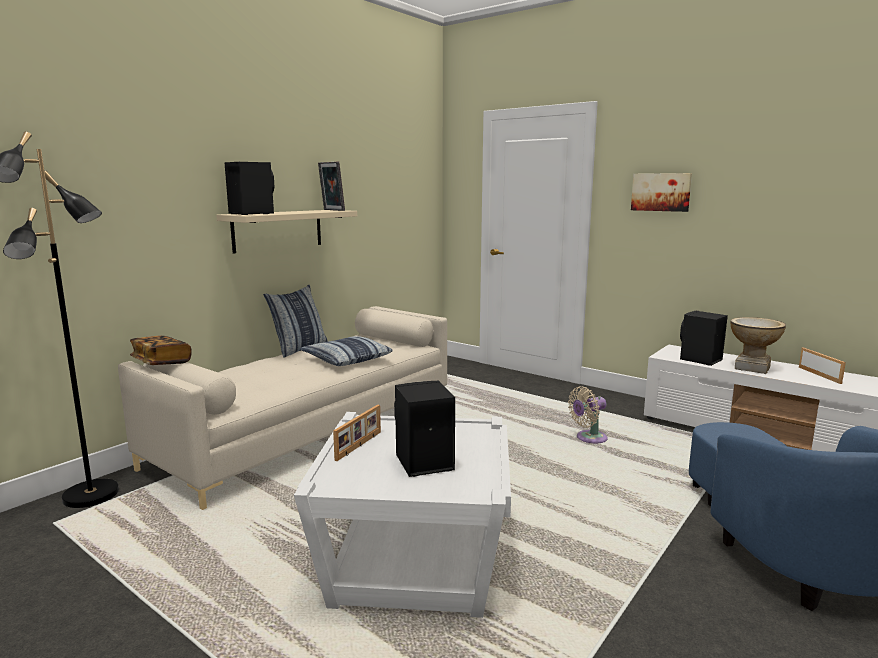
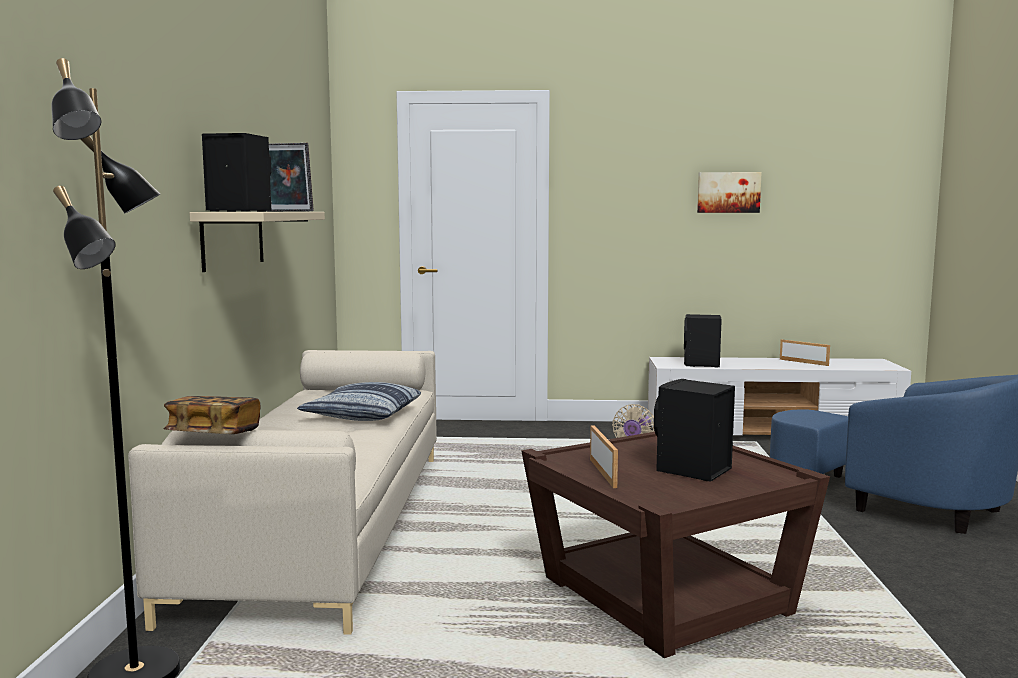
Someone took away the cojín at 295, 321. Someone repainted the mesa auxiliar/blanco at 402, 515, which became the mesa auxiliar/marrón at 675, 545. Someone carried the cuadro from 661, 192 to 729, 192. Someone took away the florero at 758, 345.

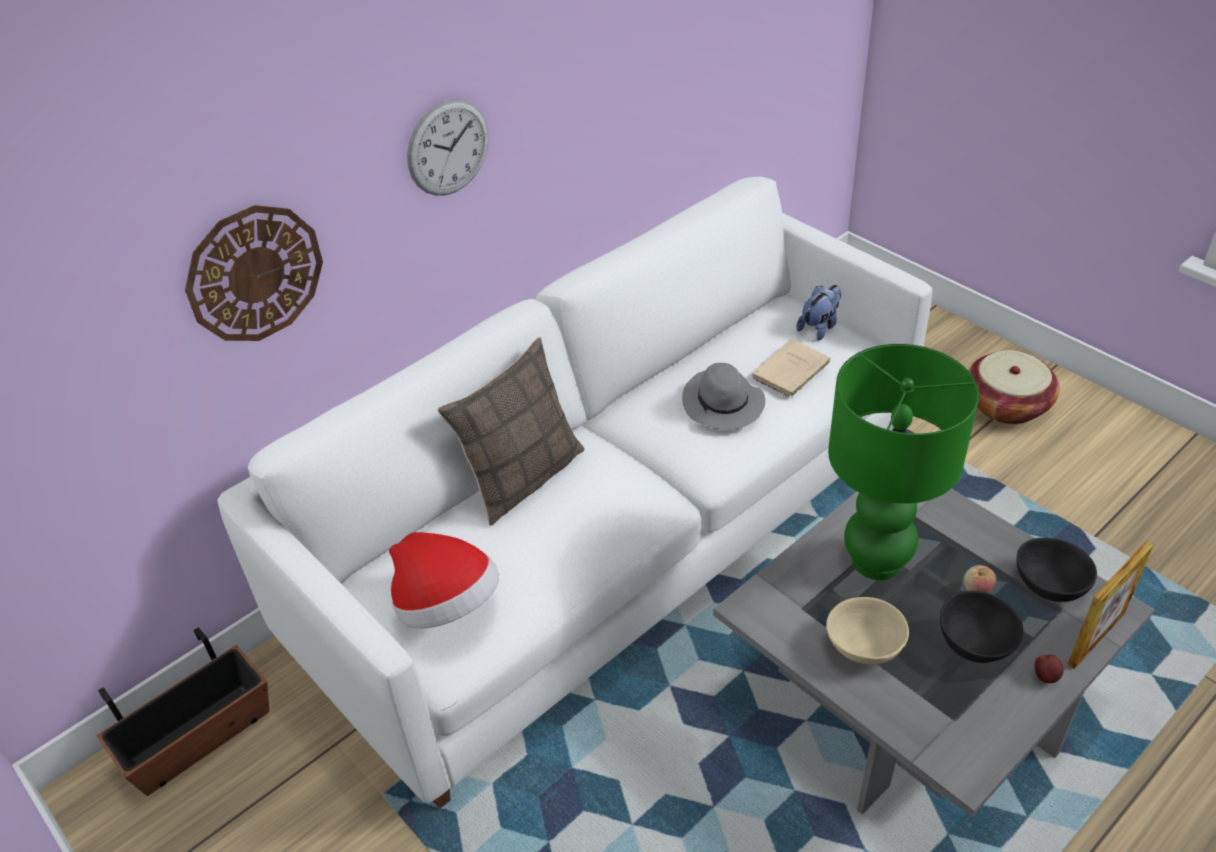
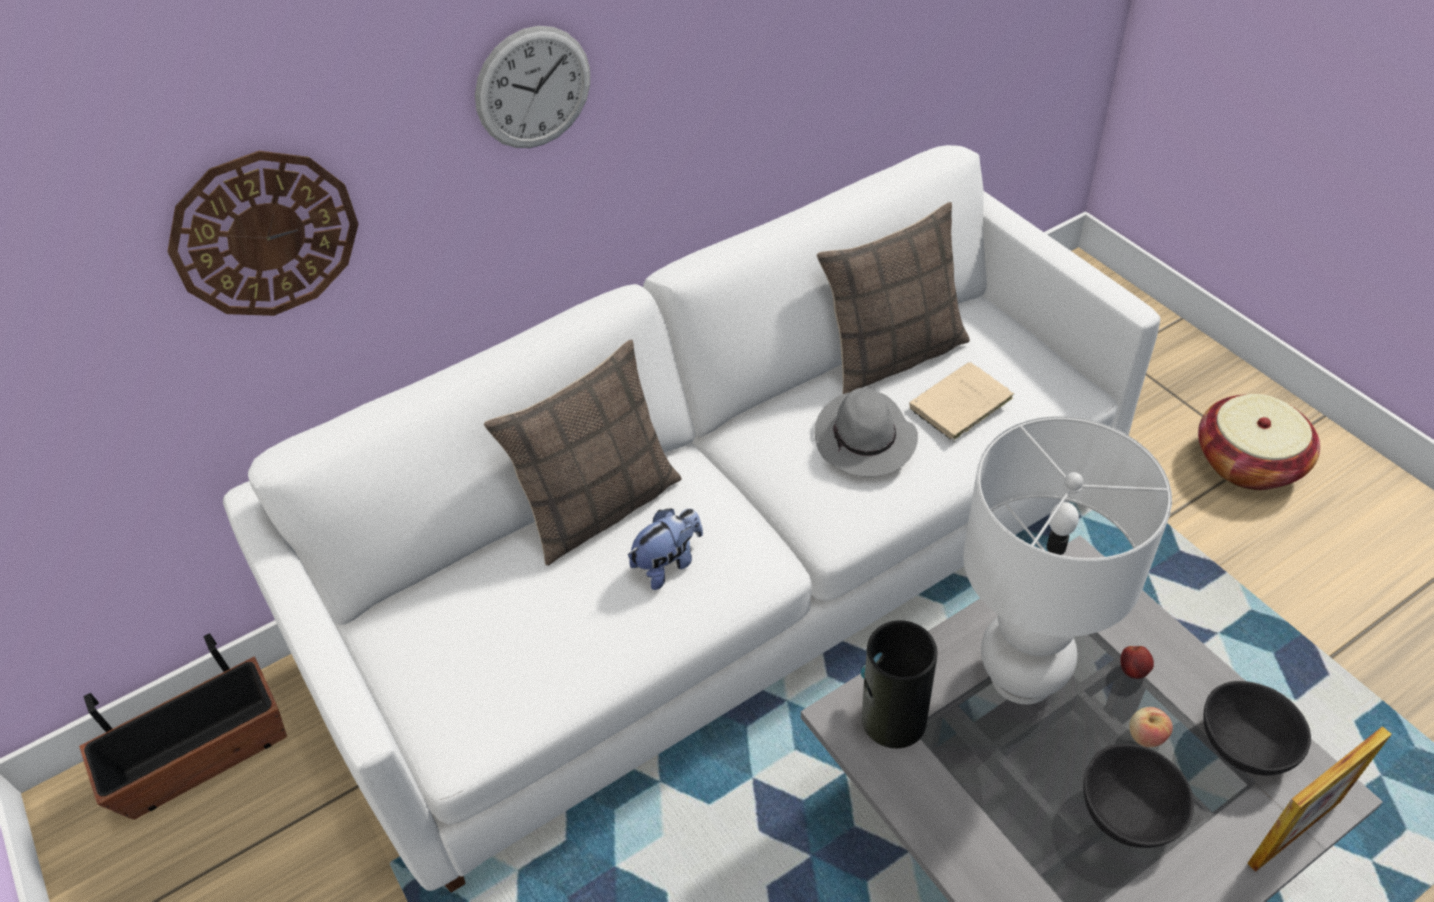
Someone took away the sombrero at 444, 580. Someone carried the peluche from 818, 313 to 665, 549. Someone took away the cuenco/beis at 867, 630. Someone repainted the lámpara de mesa/verde at 903, 462, which became the lámpara de mesa/blanco at 1067, 560. Someone carried the manzana from 1049, 669 to 1137, 662. Someone put down the cojín at 893, 298. Someone put down the florero at 899, 684.

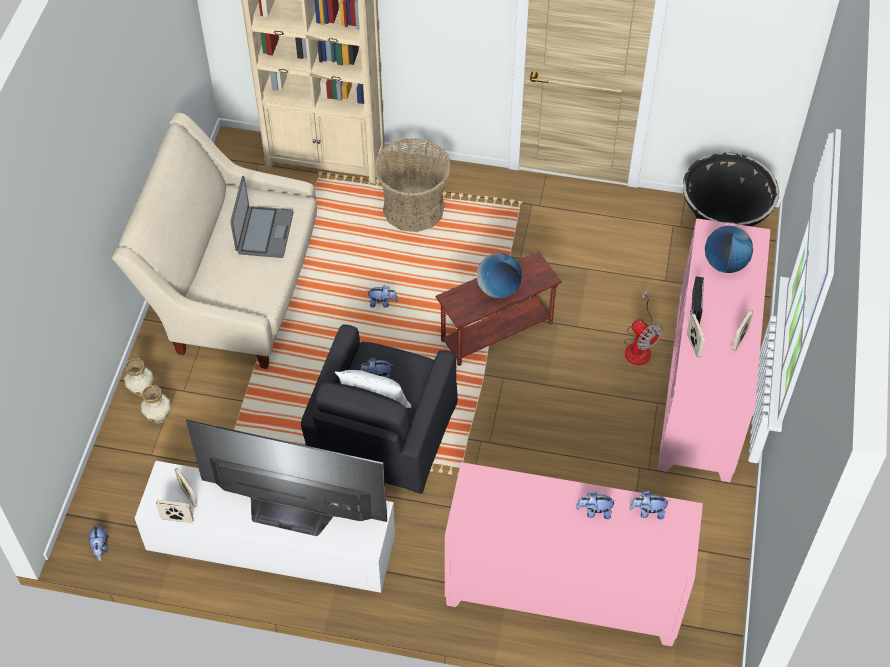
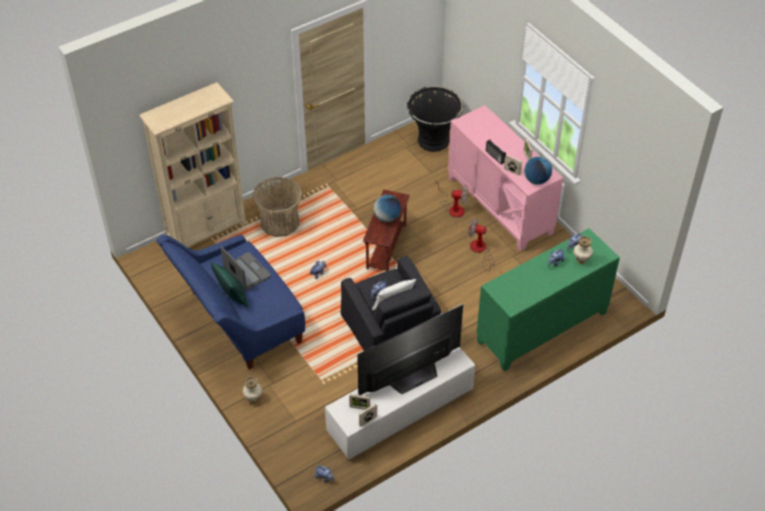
Someone repainted the sofá/beis at 214, 241, which became the sofá/azul at 230, 302. Someone carried the florero from 156, 404 to 583, 250. Someone repainted the armario/rosa at 574, 554, which became the armario/verde at 548, 299. Someone carried the globo terráqueo from 729, 249 to 538, 170. Someone put down the cojín/verde at 229, 284. Someone put down the ventilador at 481, 244.

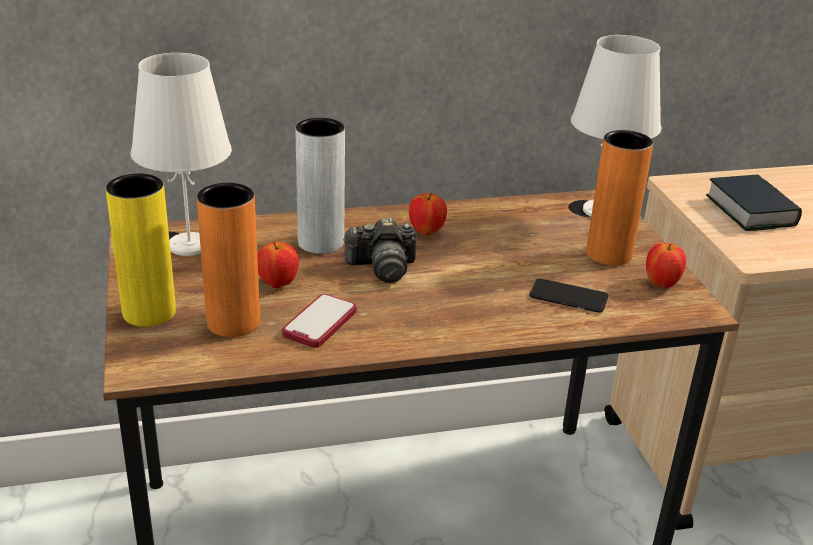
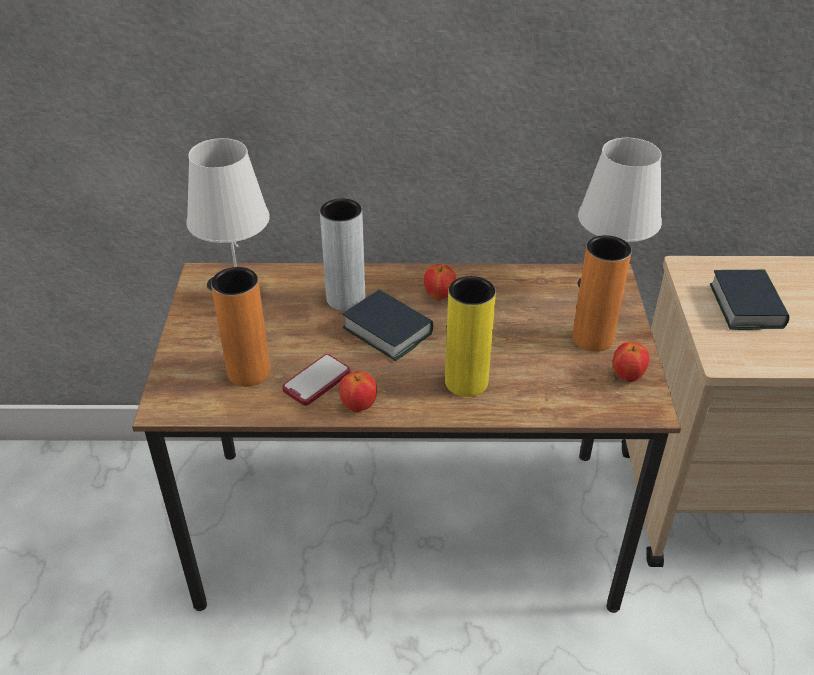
Someone carried the florero/amarillo from 141, 250 to 470, 336. Someone carried the manzana from 278, 265 to 358, 391. Someone swapped the cámara at 380, 250 for the libro at 387, 325. Someone took away the móvil at 569, 296.

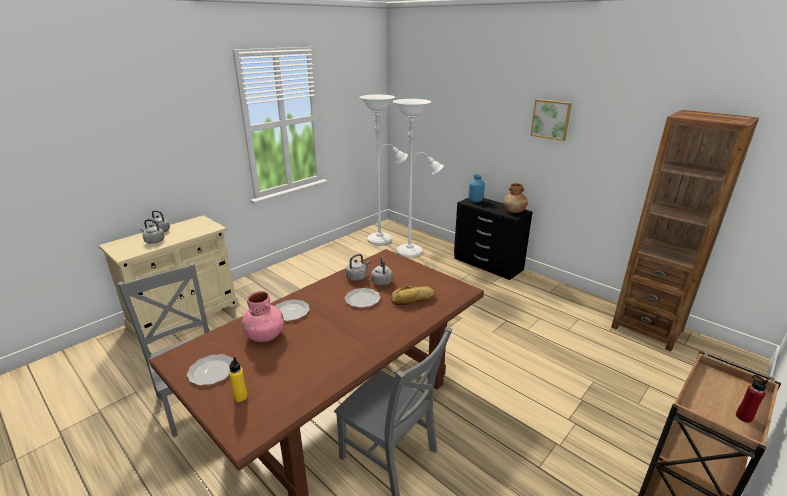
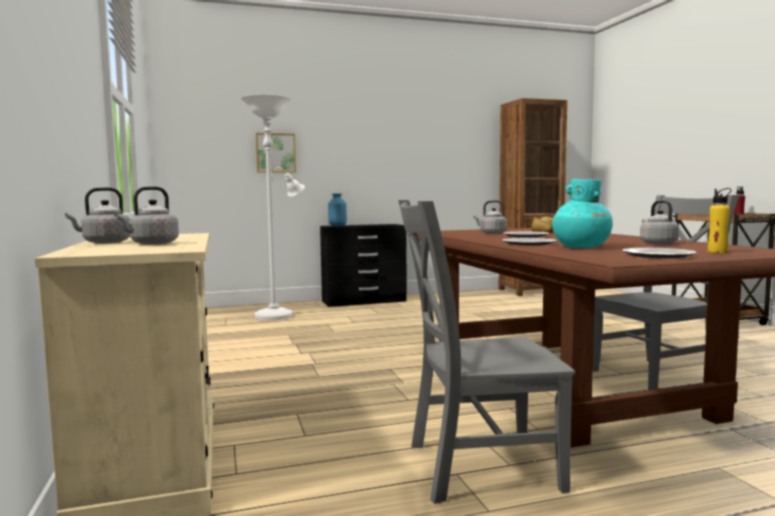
Someone repainted the florero/rosa at 263, 316, which became the florero/turquesa at 582, 213. Someone carried the hervidor/gris from 357, 267 to 659, 222. Someone took away the lámpara de pie/blanco at 383, 170. Someone took away the florero/marrón at 515, 198. Someone carried the cuadro from 551, 120 to 276, 153.

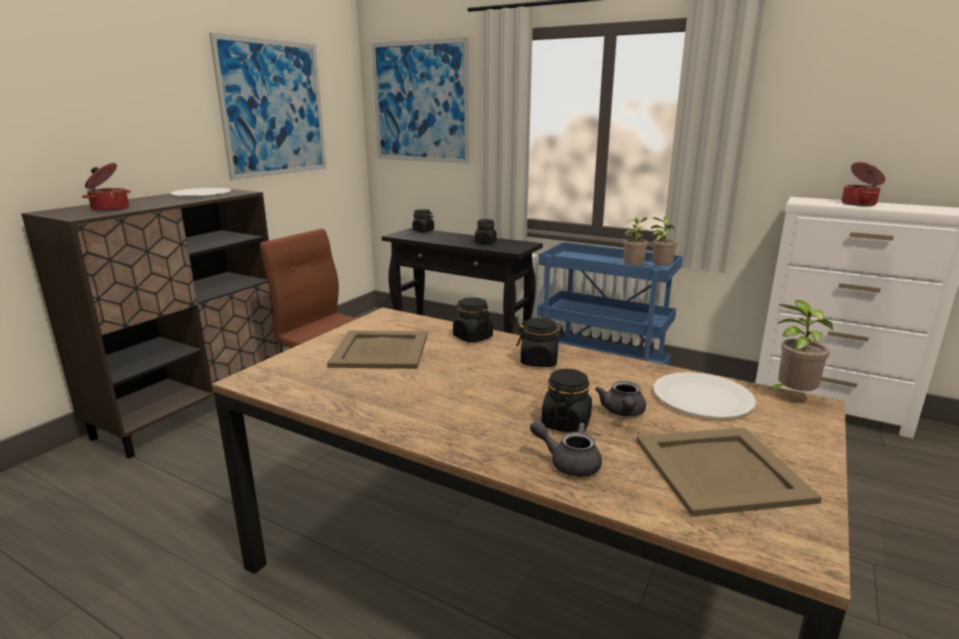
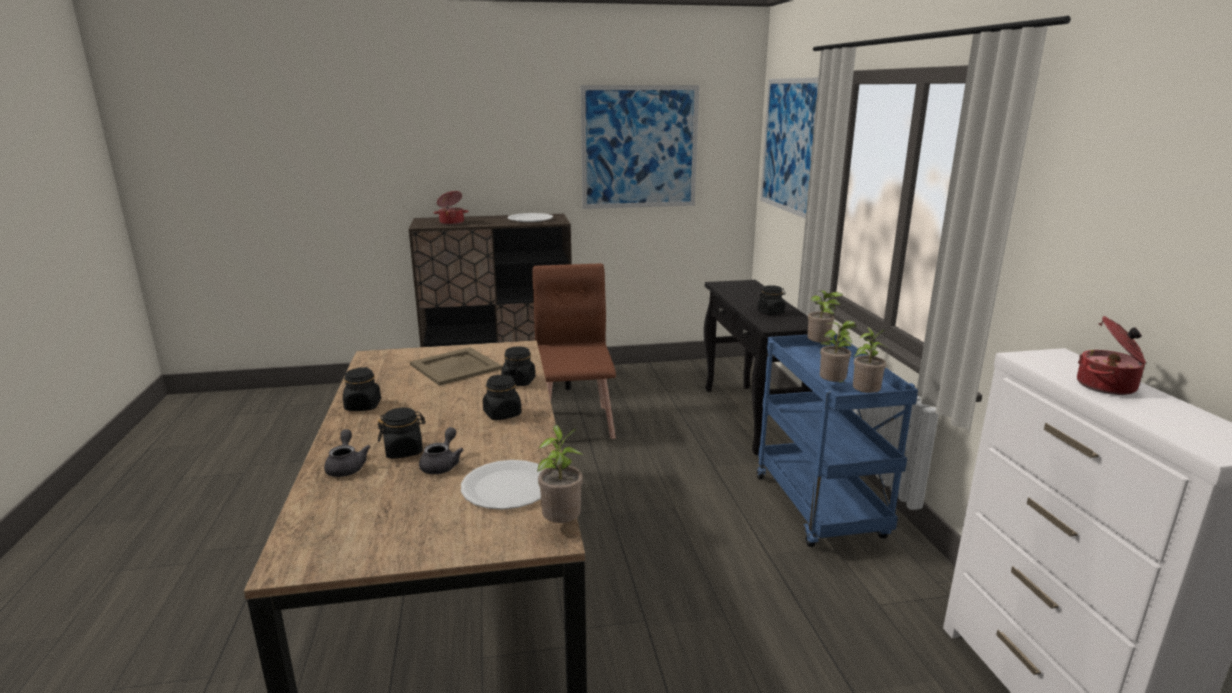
Someone carried the tarro/negro from 423, 220 to 362, 389. Someone rotated the tetera/gris at 620, 399 by 135 degrees clockwise. Someone took away the bandeja/beis at 729, 472. Someone put down the planta en maceta at 825, 318.

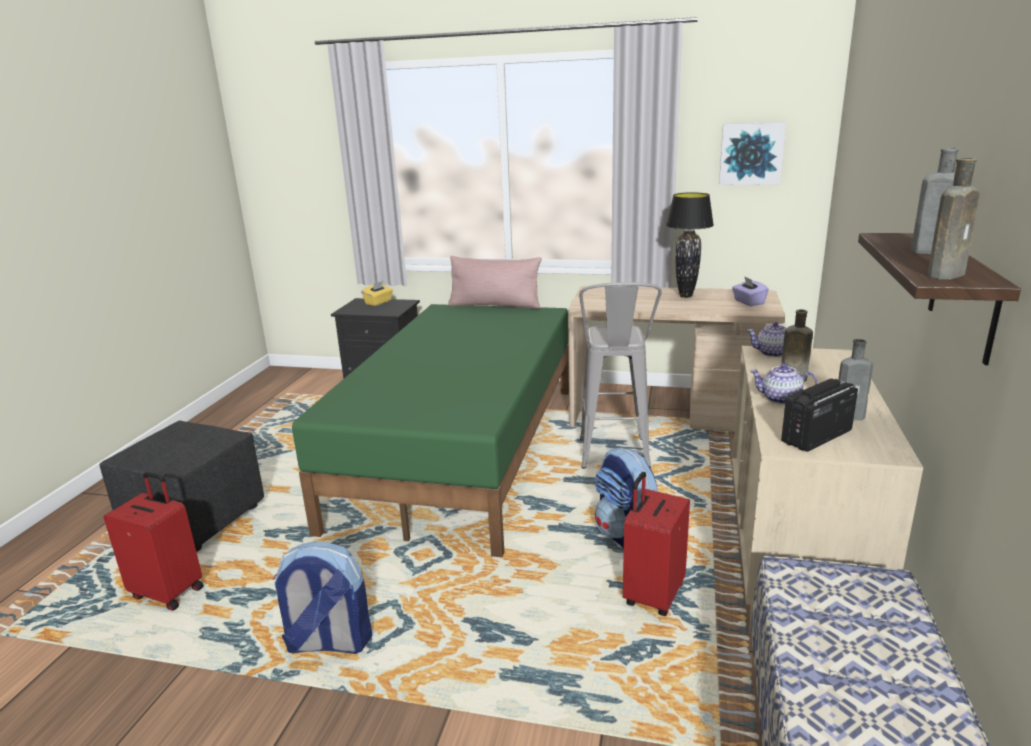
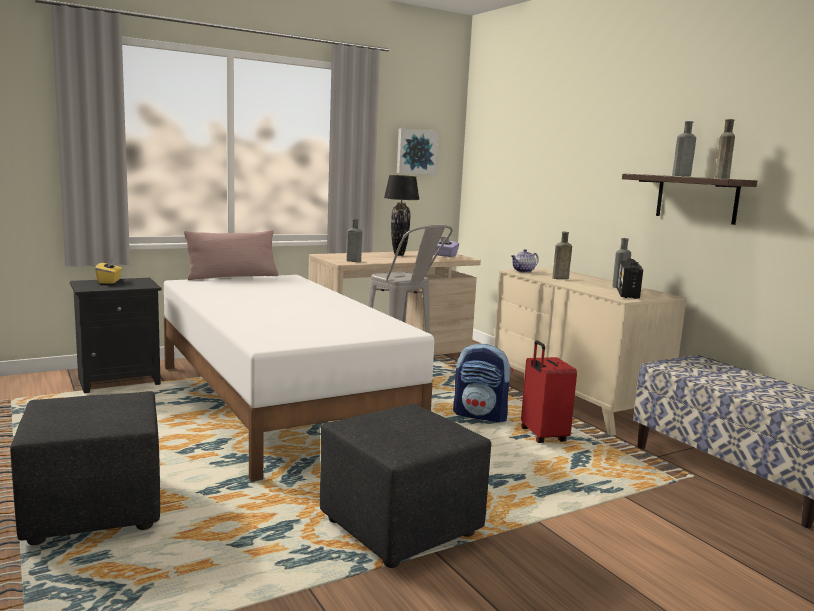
Someone took away the maleta/rojo at 154, 541. Someone swapped the mochila at 322, 597 for the puf/negro at 405, 485. Someone repainted the cama/verde at 430, 430, which became the cama/blanco at 299, 378. Someone took away the tetera at 784, 383. Someone put down the botella/gris at 354, 240.

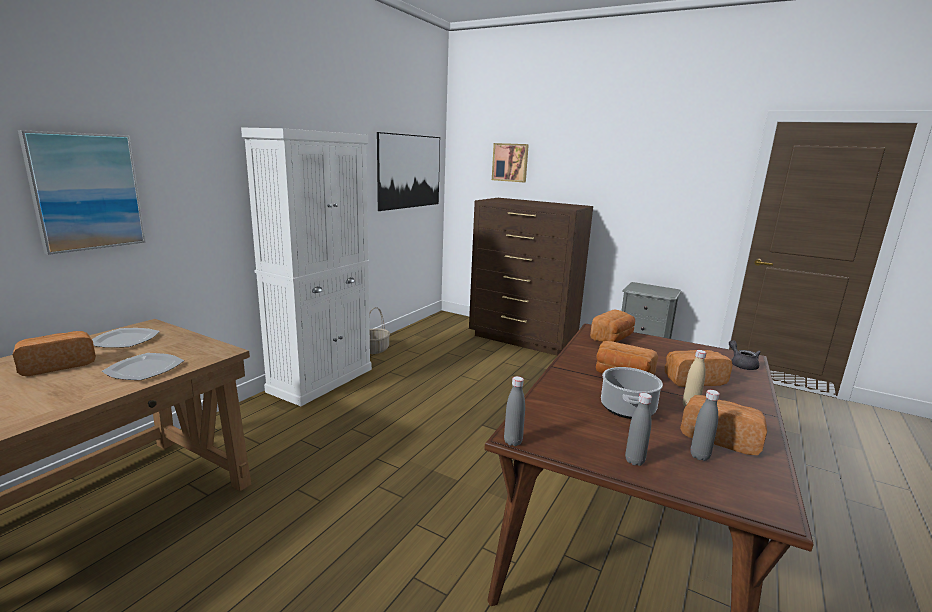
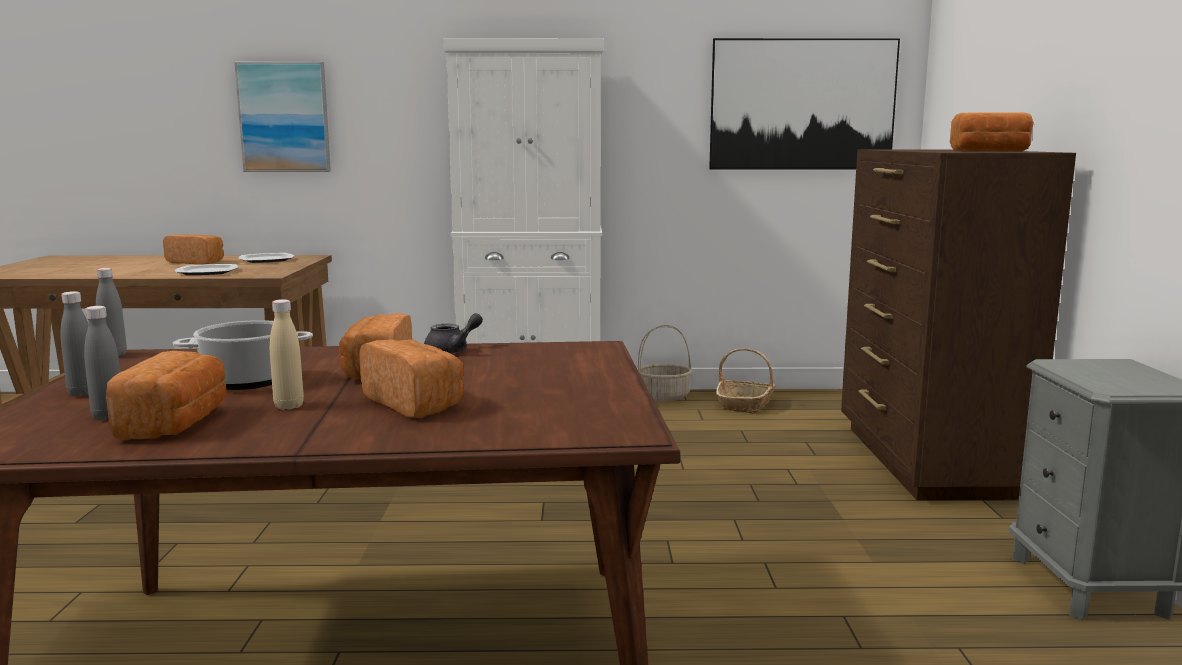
Someone took away the cuadro at 510, 162. Someone carried the pan from 612, 325 to 992, 132. Someone carried the tetera/gris from 745, 355 to 453, 333. Someone put down the cesta at 746, 381.

